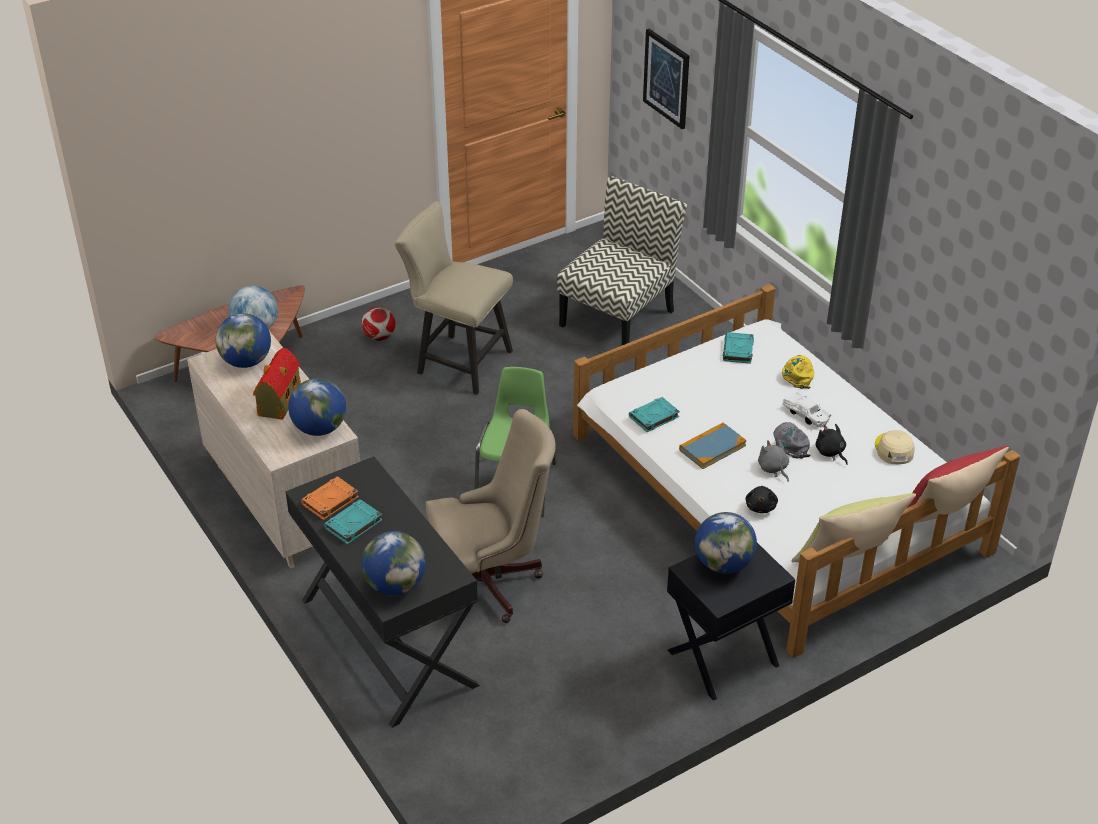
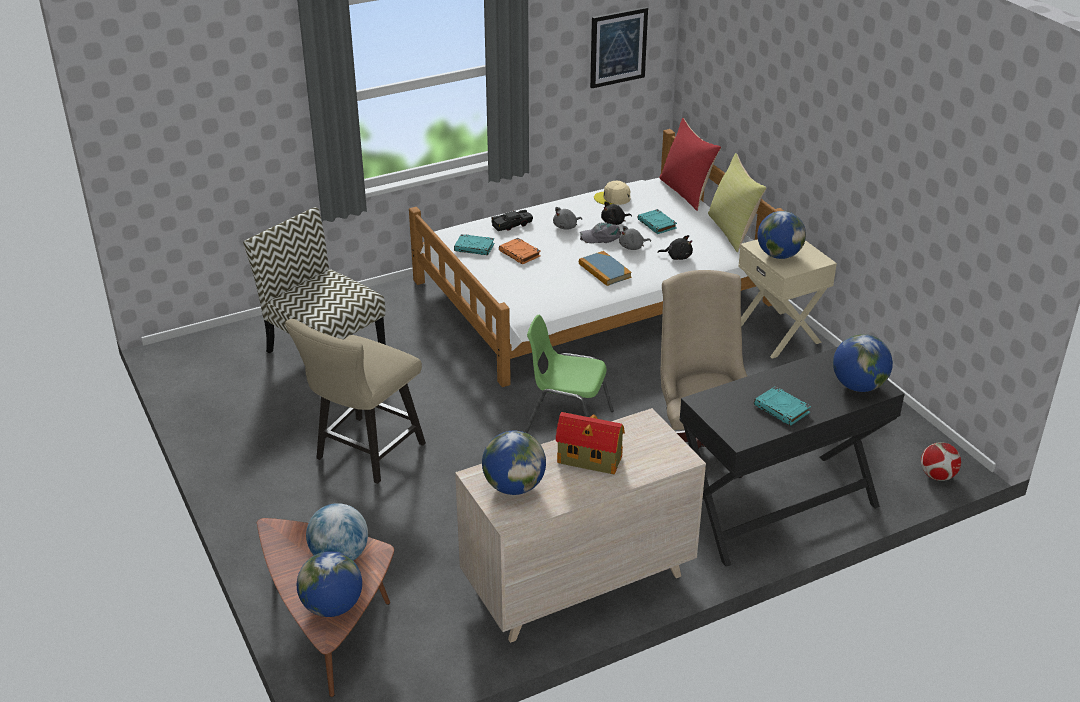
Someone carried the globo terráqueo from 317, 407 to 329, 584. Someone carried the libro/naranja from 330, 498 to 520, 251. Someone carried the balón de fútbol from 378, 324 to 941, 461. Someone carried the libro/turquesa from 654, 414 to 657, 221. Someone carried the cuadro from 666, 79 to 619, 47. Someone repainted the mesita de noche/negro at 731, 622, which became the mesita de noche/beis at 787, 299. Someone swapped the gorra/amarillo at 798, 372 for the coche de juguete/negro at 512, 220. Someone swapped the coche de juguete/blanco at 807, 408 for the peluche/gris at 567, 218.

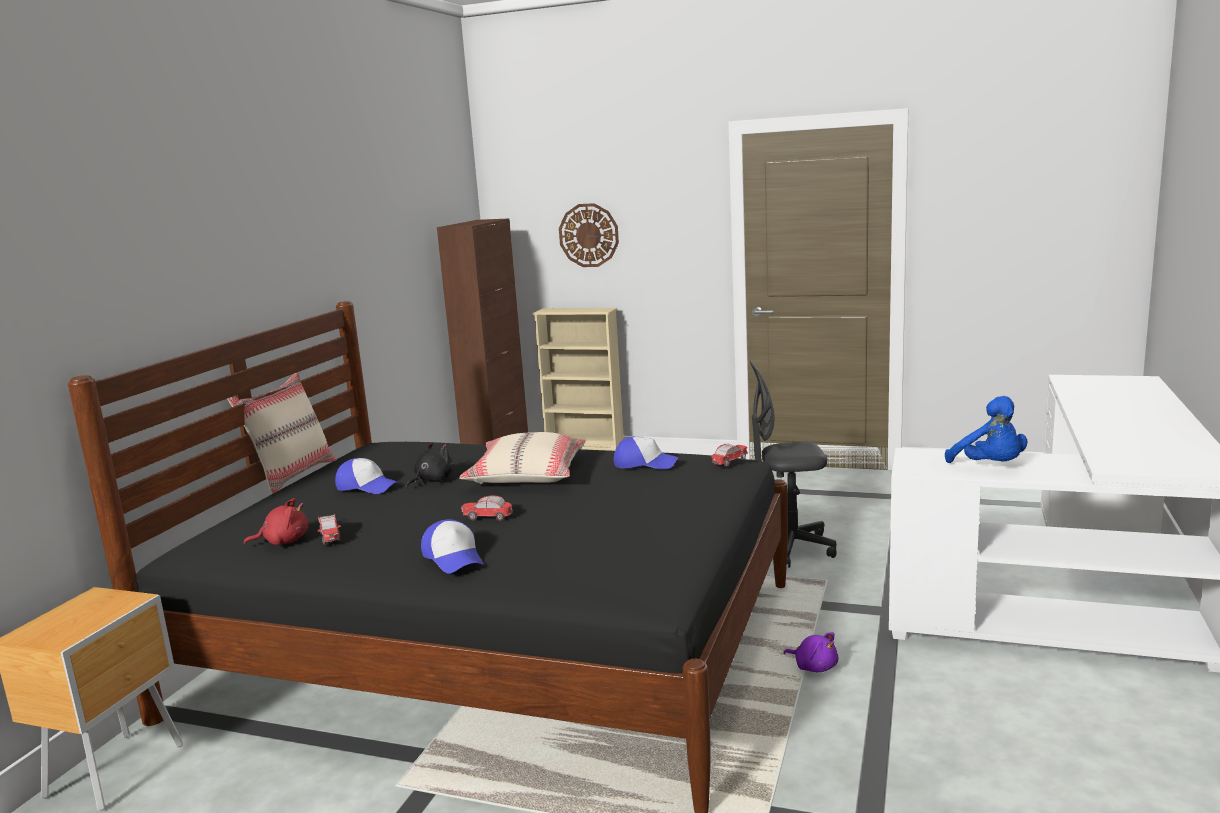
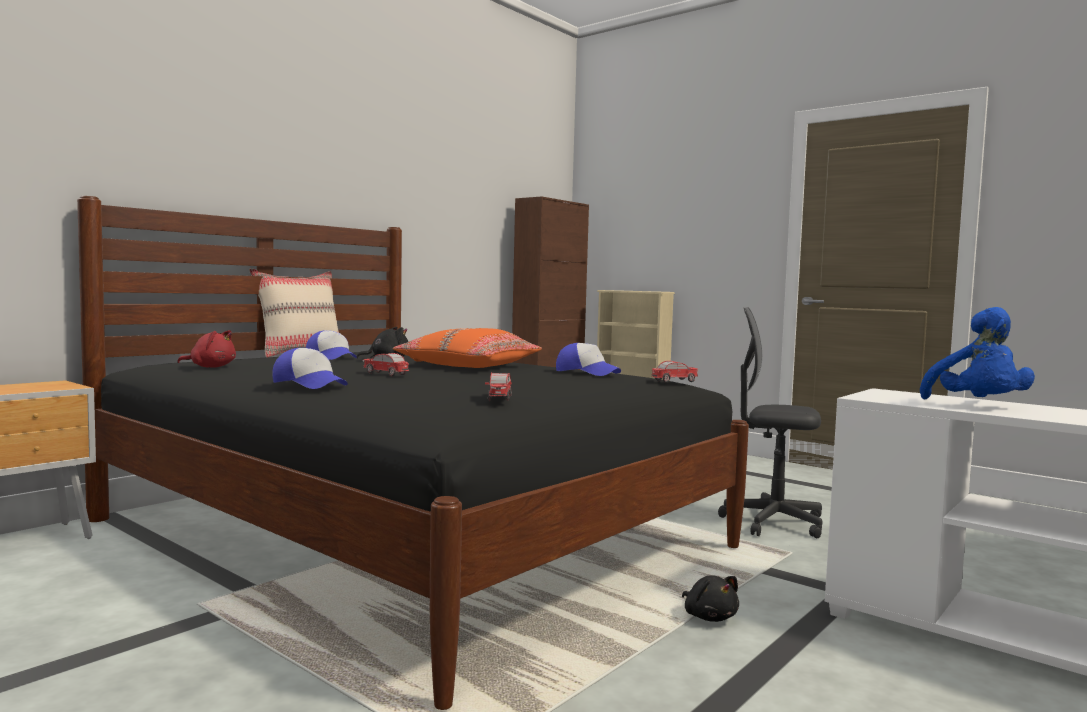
Someone carried the coche de juguete from 329, 529 to 498, 386. Someone rotated the gorra at 452, 546 by 45 degrees counterclockwise. Someone repainted the cojín/beis at 522, 458, which became the cojín/naranja at 467, 348. Someone took away the reloj de pared at 589, 235. Someone repainted the peluche/morado at 811, 652, which became the peluche/negro at 710, 598.

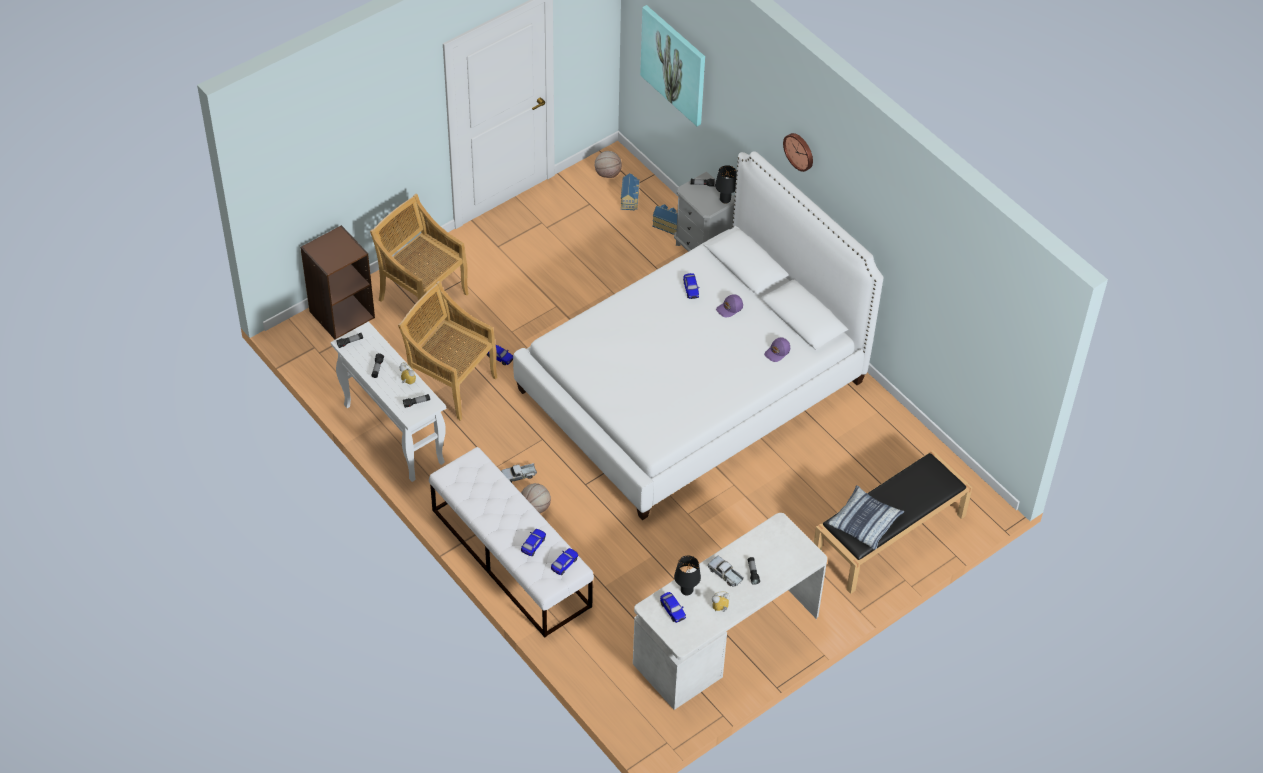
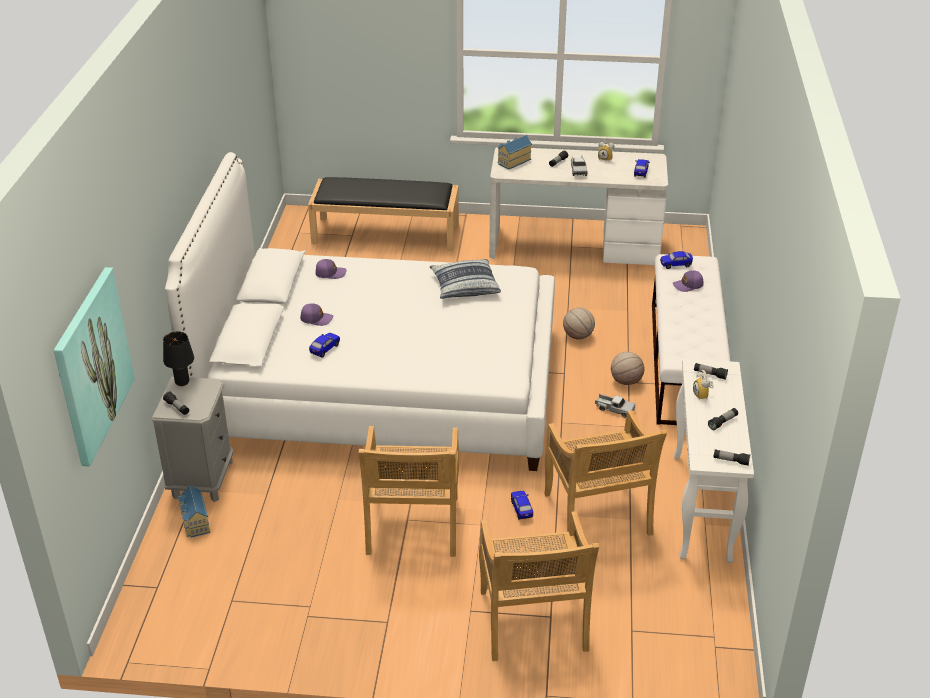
Someone took away the estantería/marrón at 337, 282. Someone swapped the coche de juguete at 533, 542 for the gorra/morado at 688, 281. Someone carried the balón de baloncesto from 608, 164 to 579, 323. Someone carried the casita from 630, 191 to 515, 152. Someone took away the lámpara de mesa/negro at 687, 575. Someone took away the reloj de pared at 798, 152. Someone carried the cojín from 866, 517 to 465, 279. Someone put down the silla/beis at 408, 491.

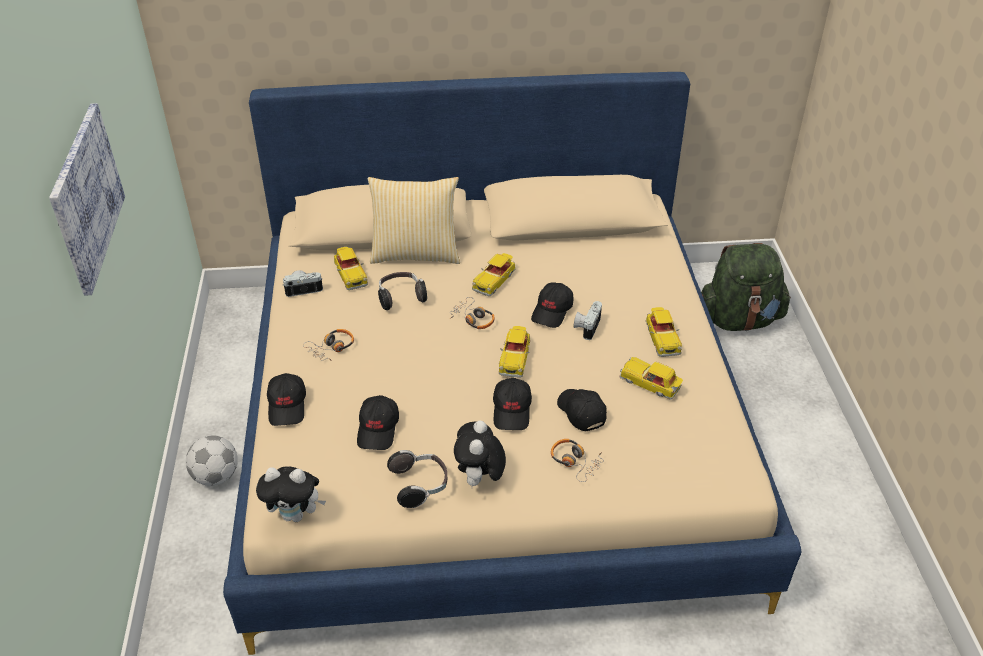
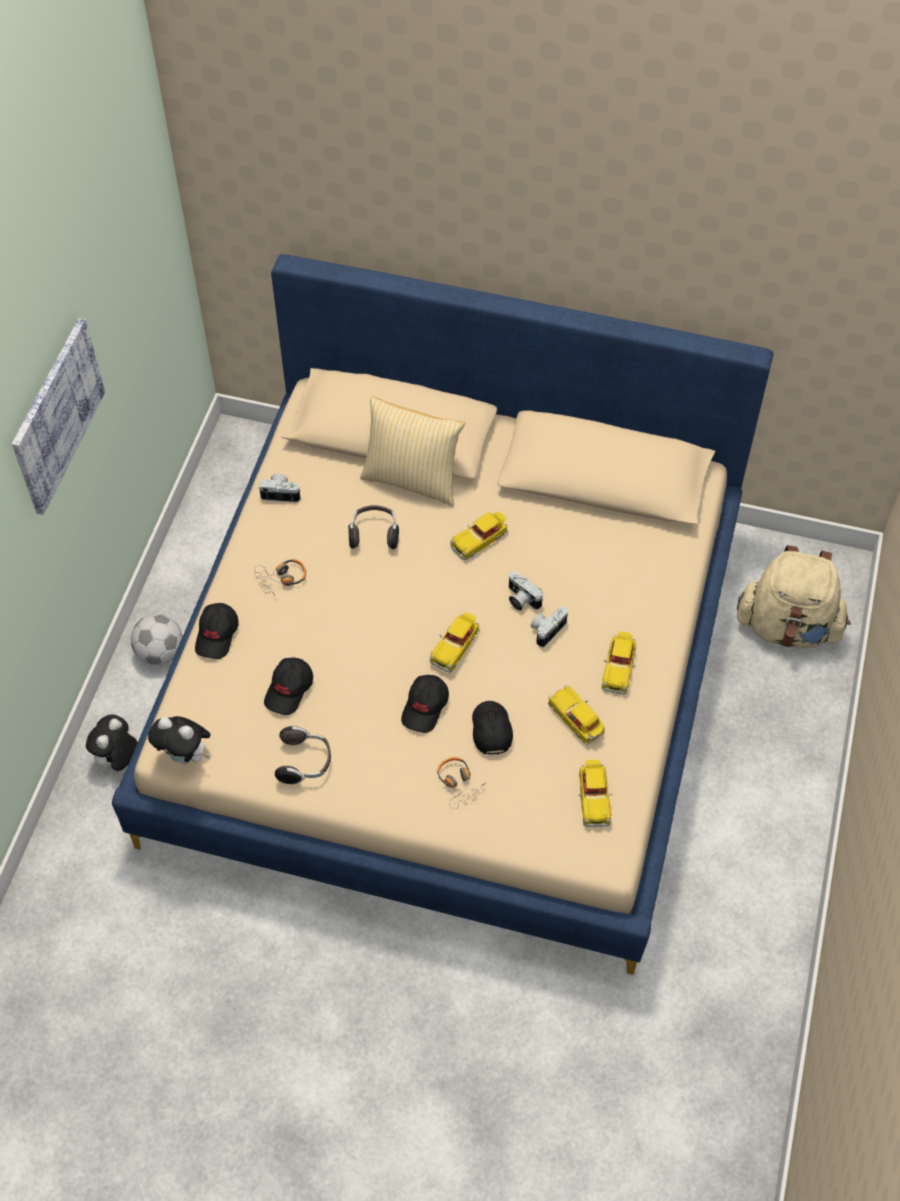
Someone carried the coche de juguete from 351, 268 to 595, 793. Someone took away the auriculares at 472, 313. Someone carried the peluche from 480, 453 to 112, 743. Someone swapped the gorra/negro at 552, 305 for the cámara at 526, 591. Someone repainted the mochila/verde at 746, 287, which became the mochila/beis at 794, 596.

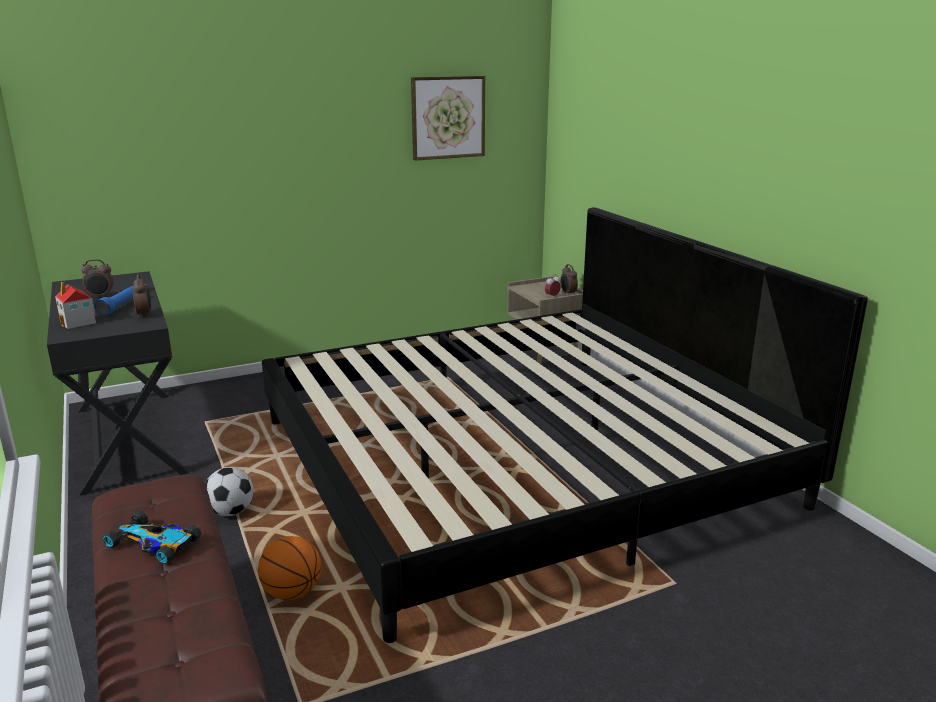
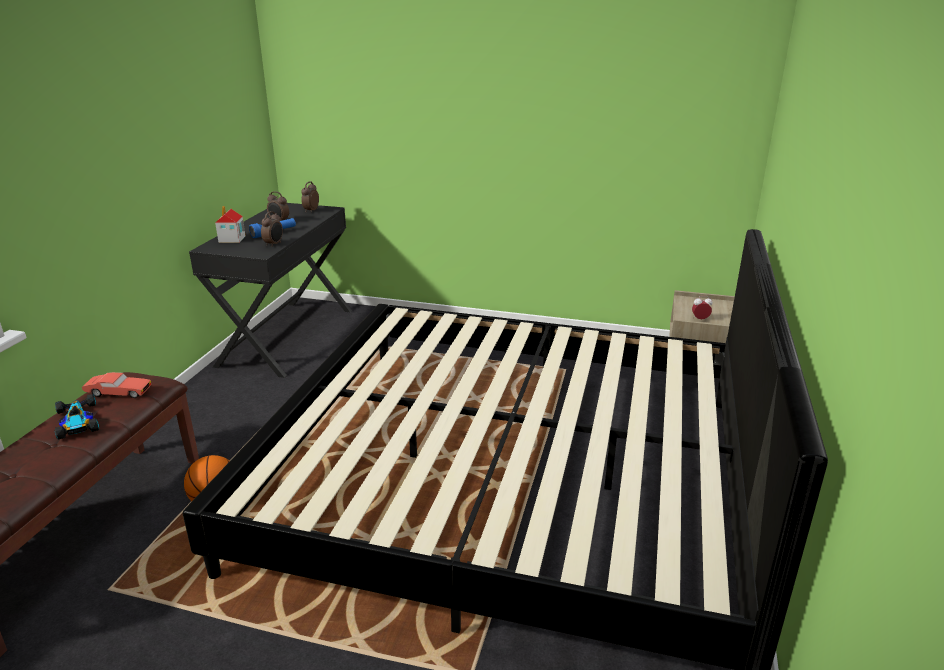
Someone took away the balón de fútbol at 229, 491. Someone took away the cuadro at 448, 118. Someone carried the despertador from 569, 279 to 310, 196. Someone put down the coche de juguete/rojo at 117, 385.

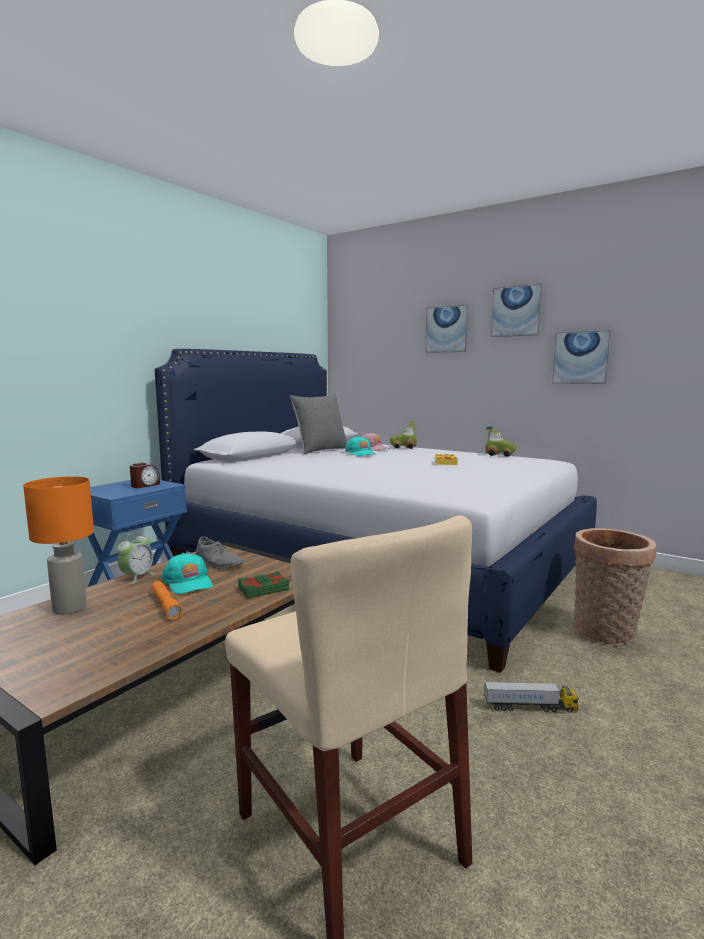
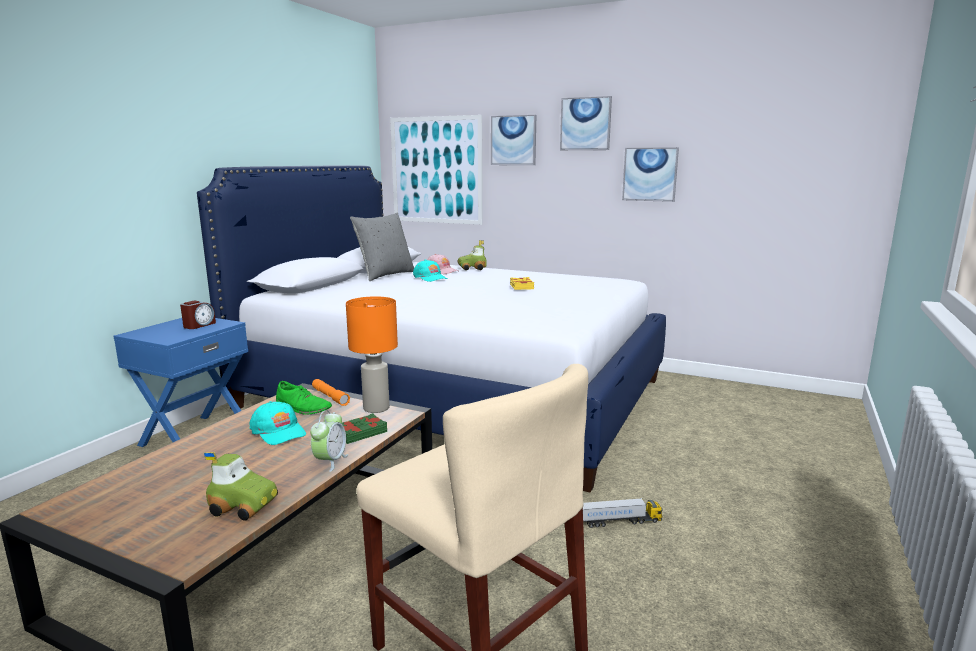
Someone carried the lámpara de mesa/naranja from 58, 545 to 372, 354. Someone carried the despertador from 136, 558 to 329, 441. Someone carried the linterna/naranja from 167, 600 to 331, 392. Someone repainted the zapato/gris at 220, 552, which became the zapato/verde at 304, 398. Someone carried the coche de juguete from 501, 441 to 241, 486. Someone took away the cesta at 615, 586. Someone put up the cuadro at 436, 170.

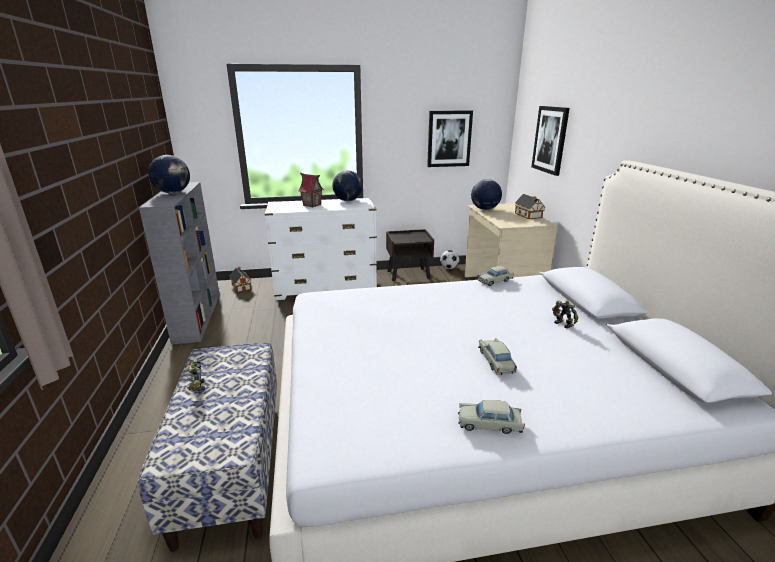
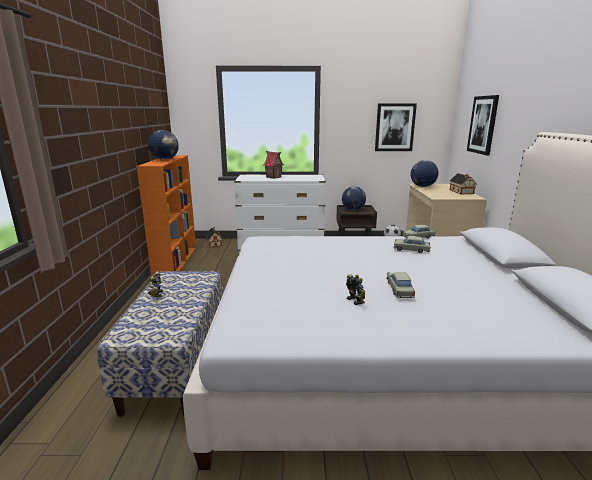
Someone repainted the estantería/gris at 179, 263, which became the estantería/naranja at 166, 216. Someone carried the globo terráqueo from 347, 185 to 354, 198. Someone carried the coche de juguete/beis from 491, 417 to 411, 244. Someone carried the robot de juguete from 565, 315 to 355, 289.

